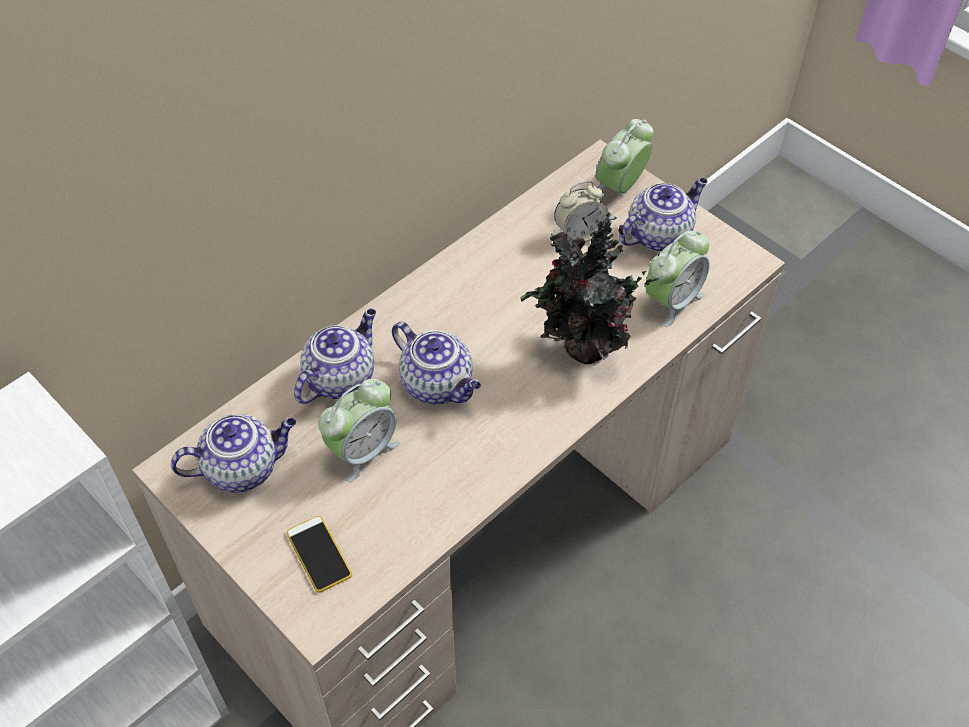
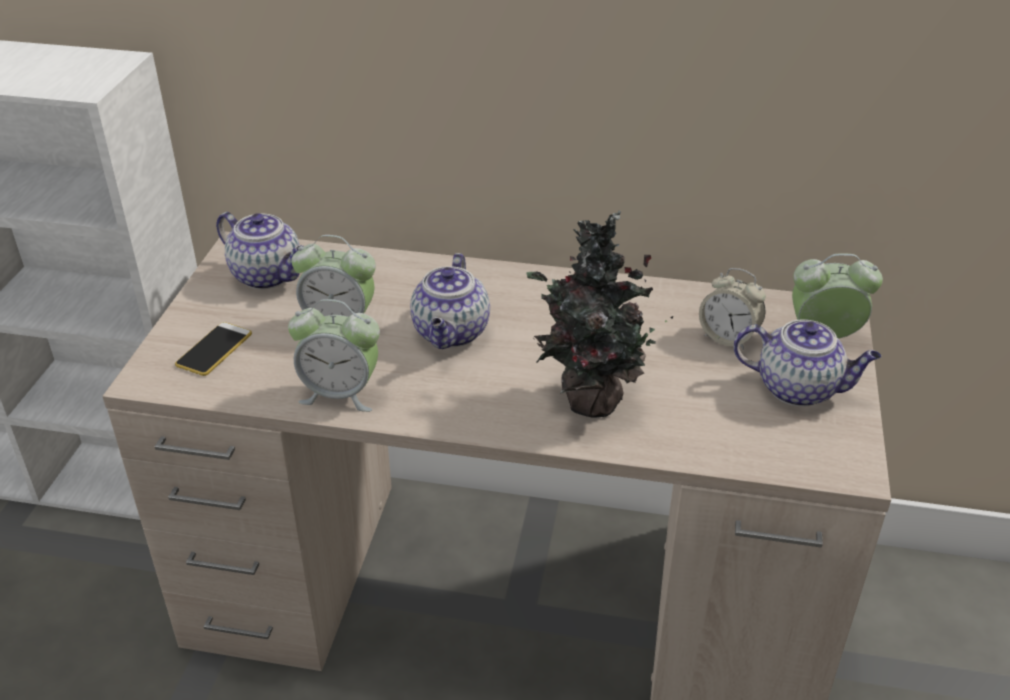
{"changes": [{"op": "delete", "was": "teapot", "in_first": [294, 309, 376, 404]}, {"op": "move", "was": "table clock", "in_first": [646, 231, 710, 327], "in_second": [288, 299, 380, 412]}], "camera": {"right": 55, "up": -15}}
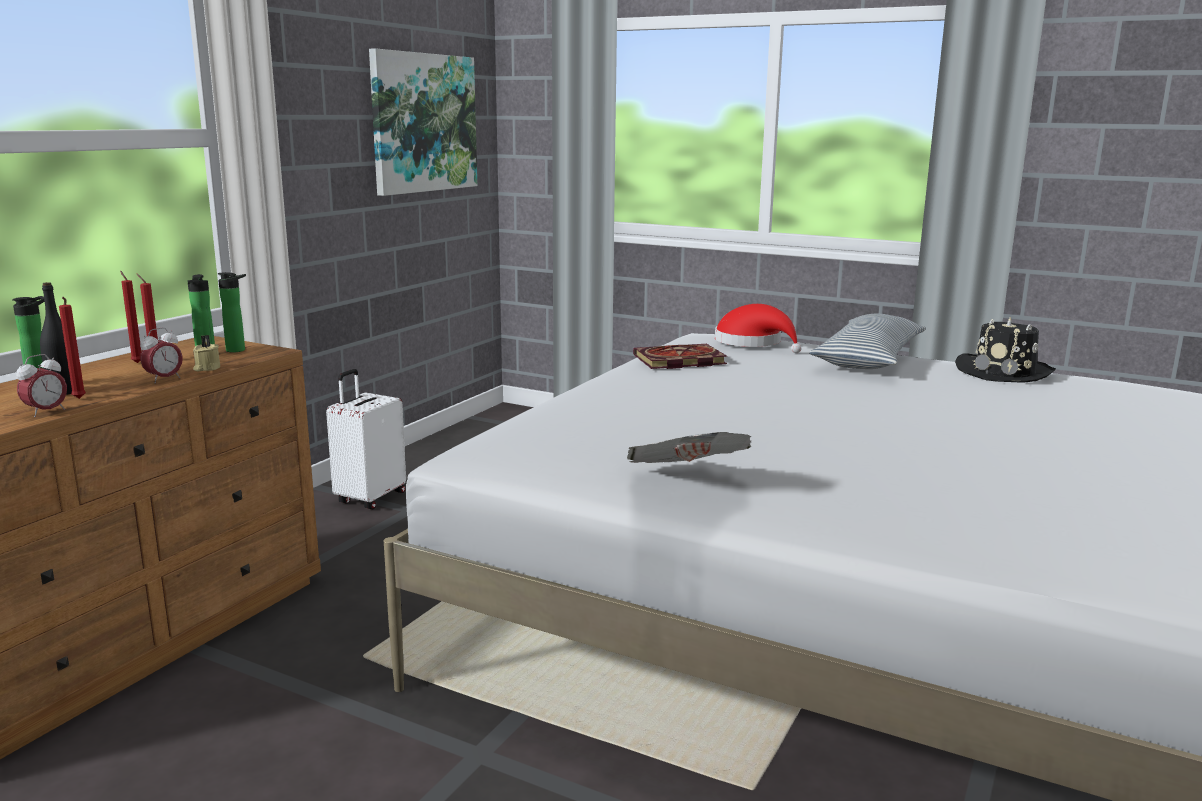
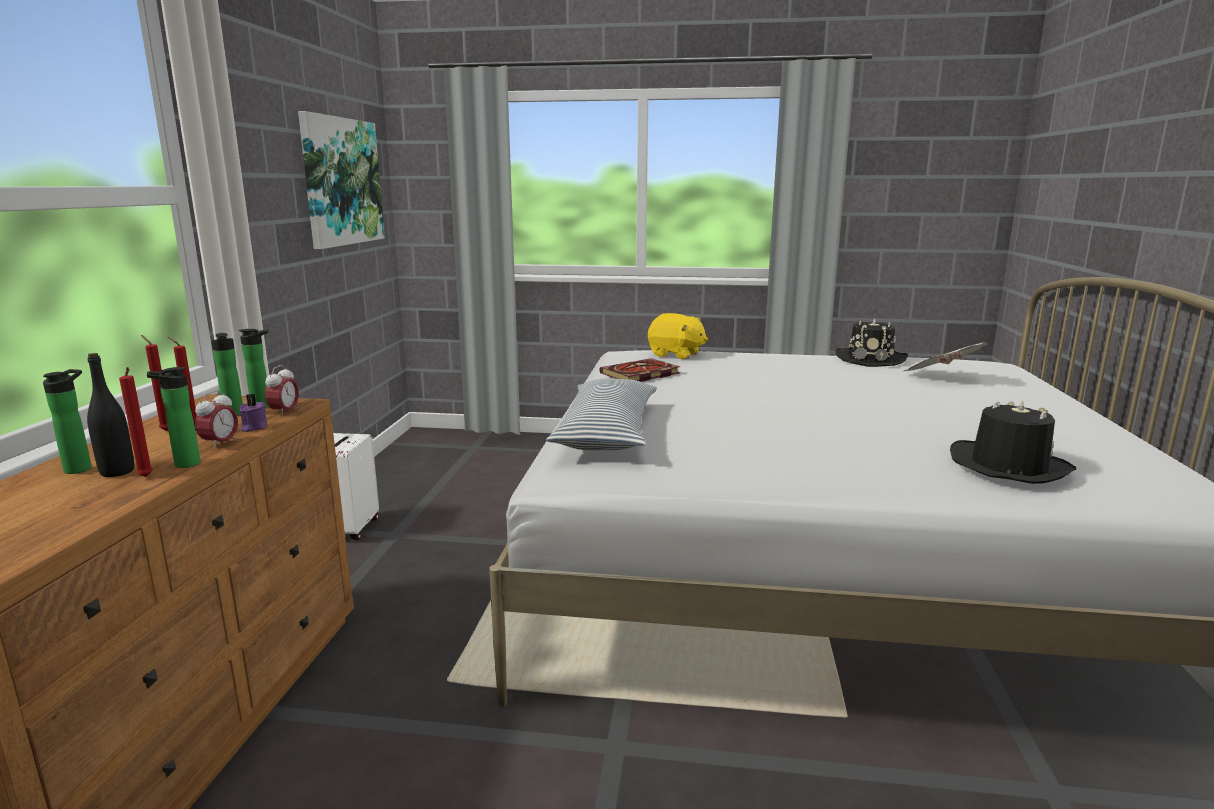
{"changes": [{"op": "insert", "now": "beverage bottle", "in_second": [147, 367, 201, 468]}, {"op": "insert", "now": "clothing hat (black)", "in_second": [950, 400, 1076, 484]}, {"op": "move", "was": "table clock", "in_first": [16, 354, 67, 417], "in_second": [265, 365, 299, 417]}, {"op": "move", "was": "newspaper", "in_first": [627, 432, 751, 463], "in_second": [904, 342, 988, 371]}, {"op": "move", "was": "cushion", "in_first": [809, 314, 926, 369], "in_second": [546, 378, 657, 450]}, {"op": "replace", "was": "clothing hat (reddish)", "now": "cuddly toy (yellow-coloured)", "in_first": [715, 304, 801, 353], "in_second": [648, 313, 708, 359]}, {"op": "recolor", "was": "candle (beige-coloured)", "now": "candle (purple-coloured)", "in_first": [193, 335, 220, 372], "in_second": [239, 394, 267, 432]}], "camera": {"right": -20, "up": 0}}
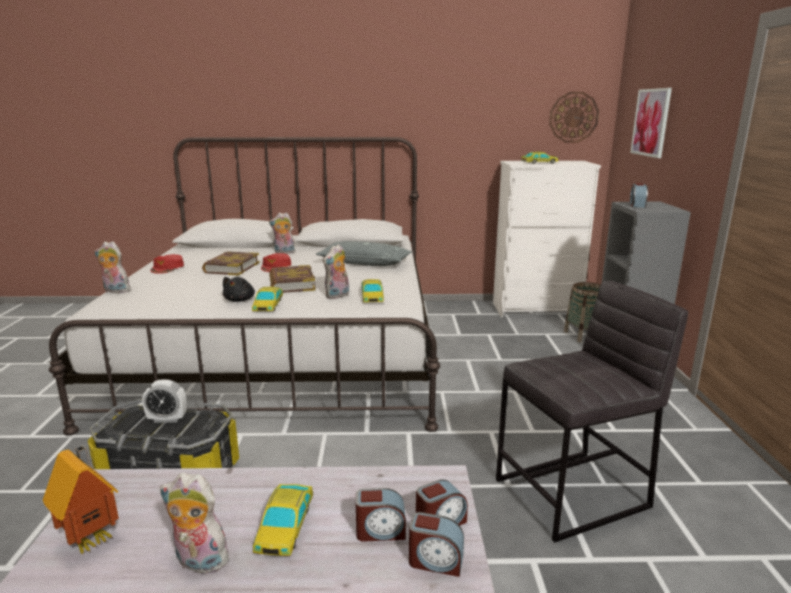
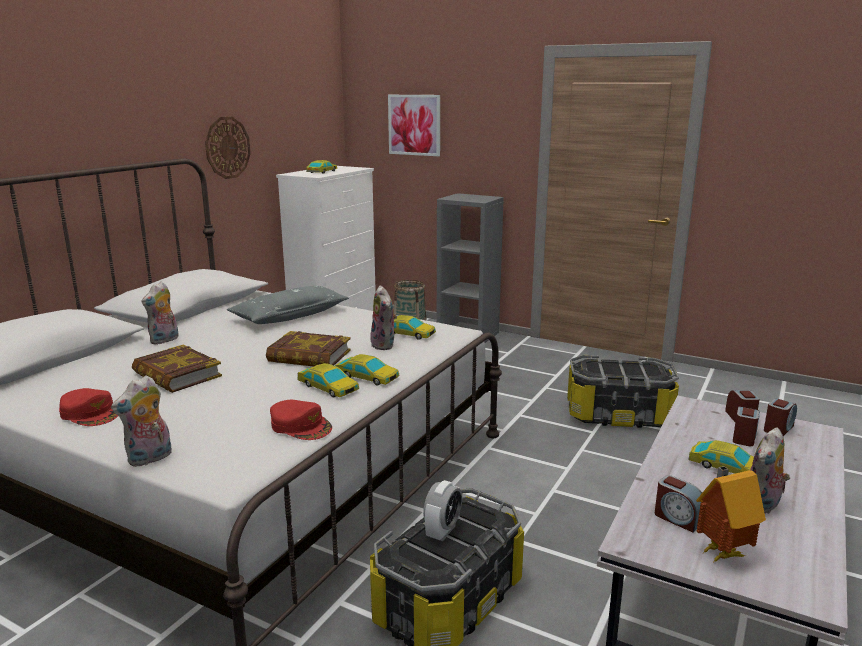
{"changes": [{"op": "move", "was": "peaked cap (reddish)", "in_first": [261, 253, 291, 272], "in_second": [270, 400, 332, 440]}, {"op": "move", "was": "clock on the wall", "in_first": [549, 92, 599, 143], "in_second": [205, 117, 251, 179]}, {"op": "move", "was": "table clock", "in_first": [630, 183, 648, 208], "in_second": [655, 475, 702, 533]}, {"op": "replace", "was": "cuddly toy (black)", "now": "model car", "in_first": [223, 277, 255, 302], "in_second": [297, 363, 359, 397]}, {"op": "replace", "was": "sitting stool (greyish)", "now": "storage container", "in_first": [496, 281, 688, 543], "in_second": [567, 355, 679, 428]}], "camera": {"right": -60, "up": 0}}
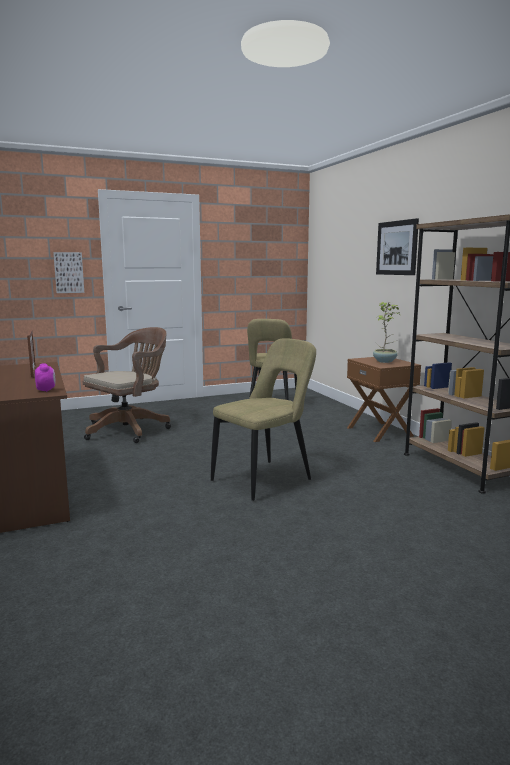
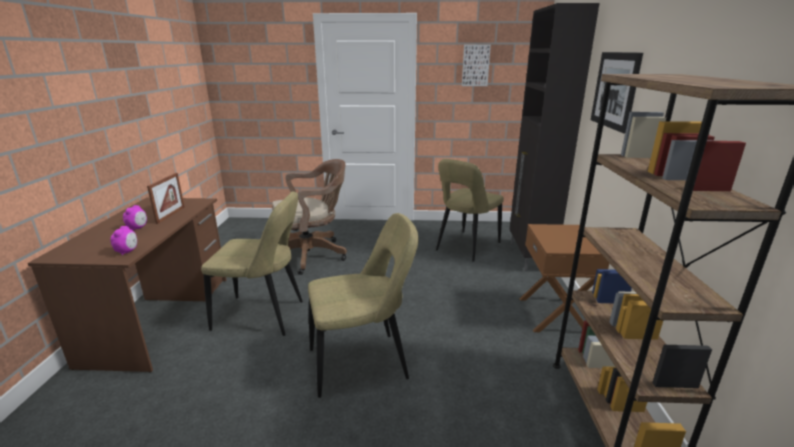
{"changes": [{"op": "delete", "was": "potted plant", "in_first": [373, 302, 400, 363]}, {"op": "insert", "now": "table clock", "in_second": [123, 205, 147, 230]}, {"op": "insert", "now": "upright chair (beige-coloured)", "in_second": [201, 191, 303, 336]}, {"op": "insert", "now": "cabinet (black)", "in_second": [509, 3, 599, 272]}, {"op": "move", "was": "picture", "in_first": [53, 252, 84, 293], "in_second": [462, 45, 491, 86]}], "camera": {"right": 25, "up": 10}}
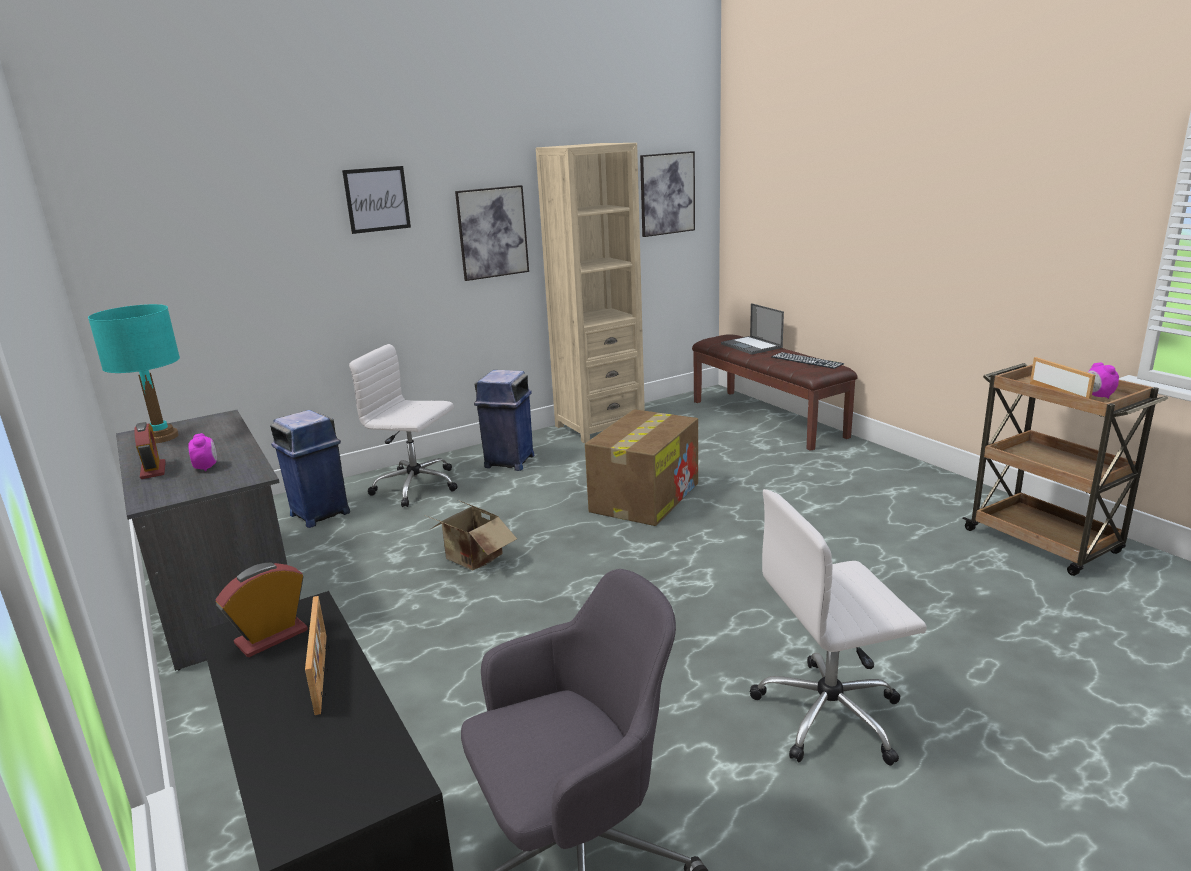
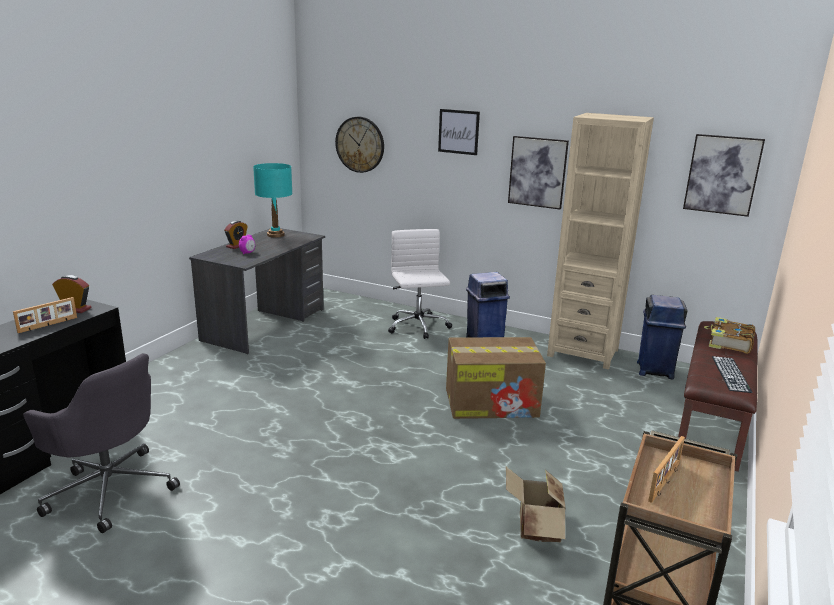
{"changes": [{"op": "delete", "was": "computer chair (white)", "in_first": [750, 489, 927, 766]}, {"op": "delete", "was": "table clock", "in_first": [1087, 363, 1119, 399]}, {"op": "insert", "now": "clock on the wall", "in_second": [335, 117, 384, 173]}, {"op": "move", "was": "waste bin (blue-coloured)", "in_first": [270, 410, 350, 528], "in_second": [637, 295, 688, 380]}, {"op": "move", "was": "cardboard box", "in_first": [427, 500, 517, 571], "in_second": [506, 467, 566, 542]}, {"op": "replace", "was": "notebook computer", "now": "volume", "in_first": [721, 303, 784, 355], "in_second": [704, 317, 755, 354]}], "camera": {"right": 55, "up": 0}}
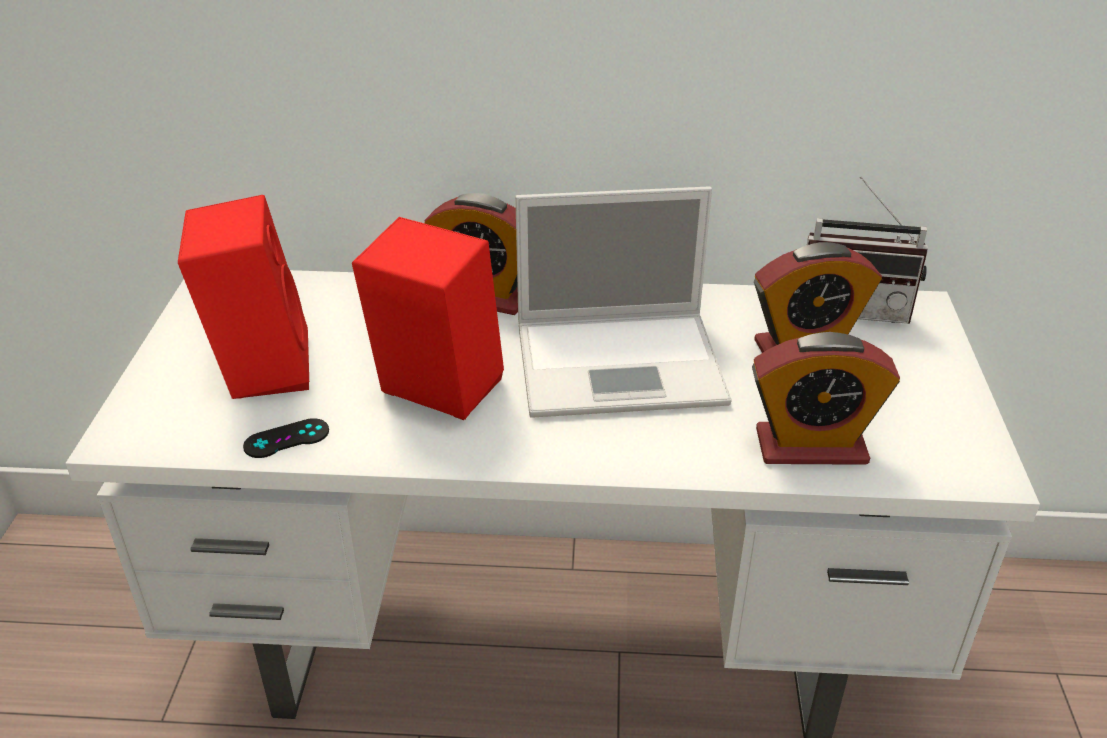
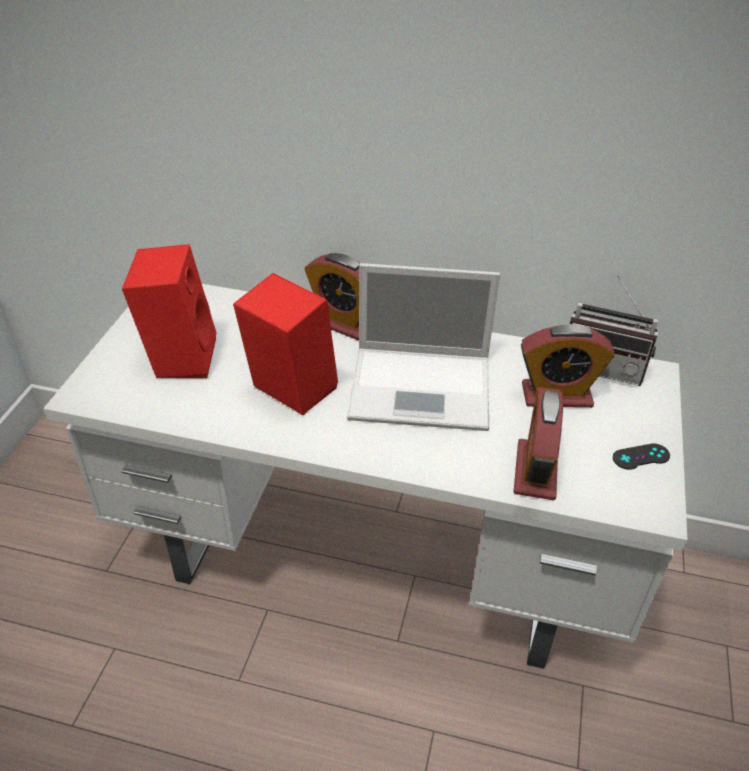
{"changes": [{"op": "move", "was": "game controller (black)", "in_first": [243, 418, 329, 458], "in_second": [613, 443, 670, 470]}, {"op": "rotate", "was": "table clock", "in_first": [752, 332, 900, 465], "in_second": [514, 387, 563, 500], "clockwise": 90}], "camera": {"right": 10, "up": 5}}
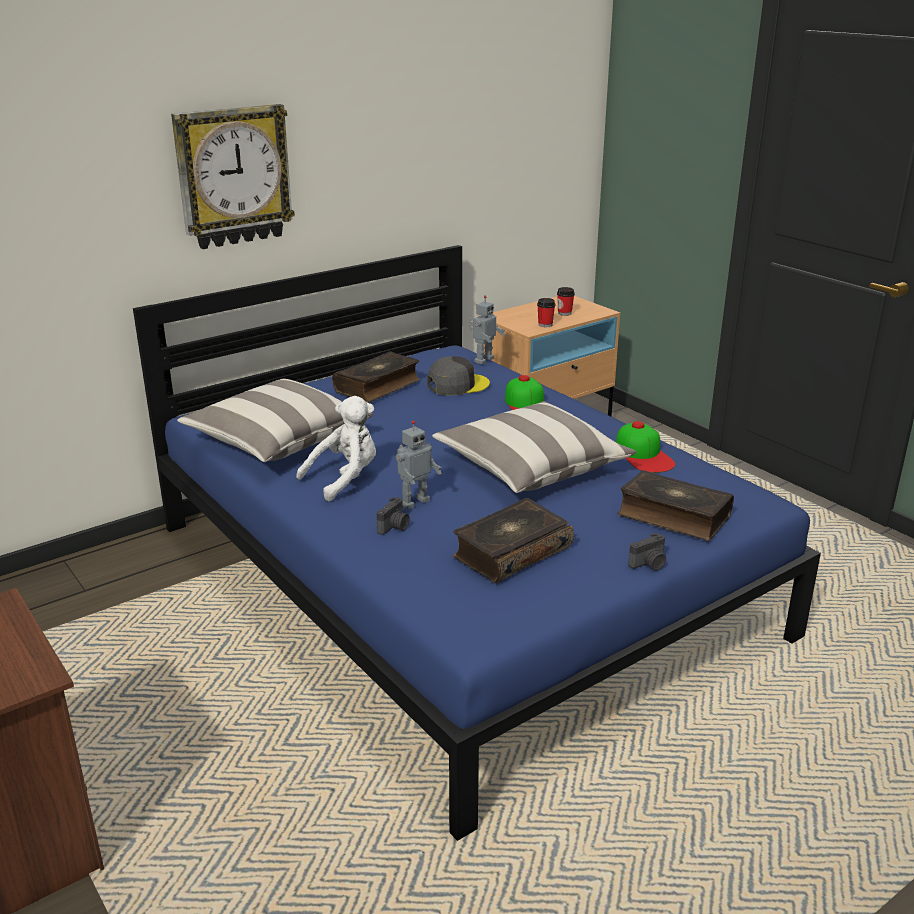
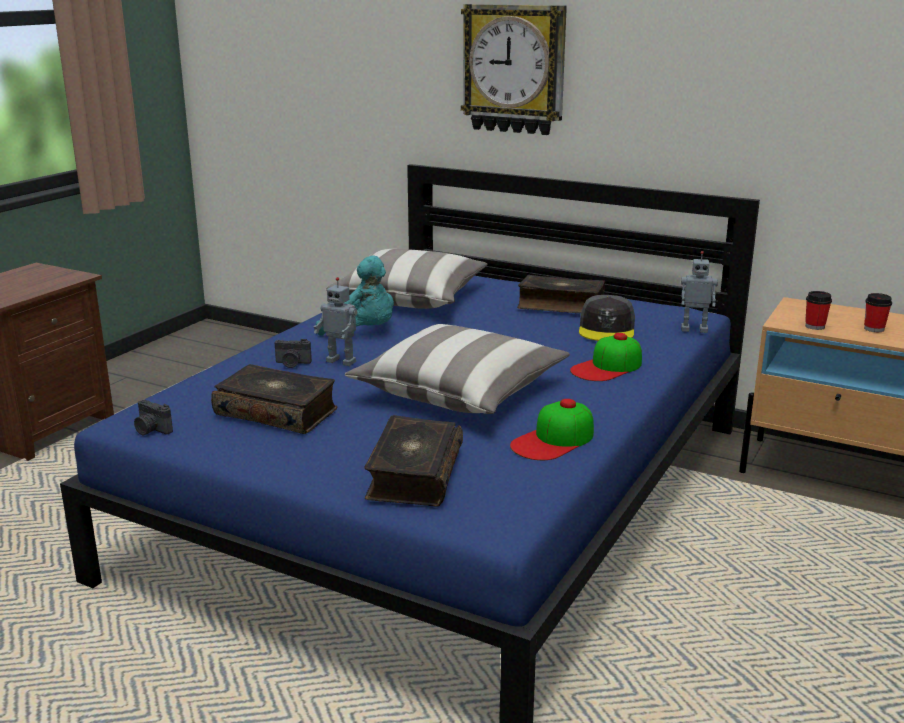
{"changes": [{"op": "move", "was": "still camera", "in_first": [628, 533, 666, 571], "in_second": [134, 400, 173, 436]}, {"op": "recolor", "was": "cuddly toy (white)", "now": "cuddly toy (turquoise-coloured)", "in_first": [296, 396, 376, 502], "in_second": [316, 255, 394, 336]}, {"op": "rotate", "was": "peaked cap (greyish)", "in_first": [427, 356, 490, 395], "in_second": [579, 295, 635, 341], "clockwise": 60}], "camera": {"right": 65, "up": -5}}
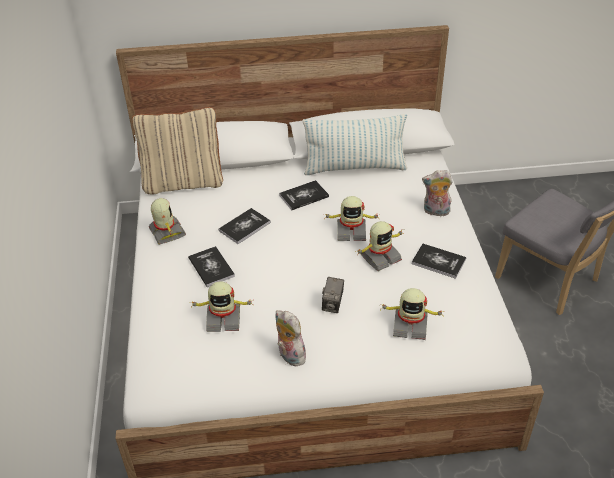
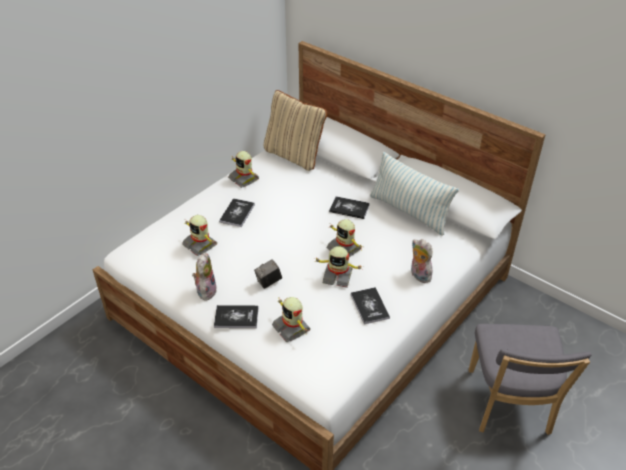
{"changes": [{"op": "move", "was": "volume", "in_first": [219, 208, 271, 244], "in_second": [214, 305, 258, 328]}, {"op": "rotate", "was": "robot figure", "in_first": [149, 198, 186, 245], "in_second": [228, 151, 259, 188], "clockwise": 120}], "camera": {"right": 45, "up": 0}}
